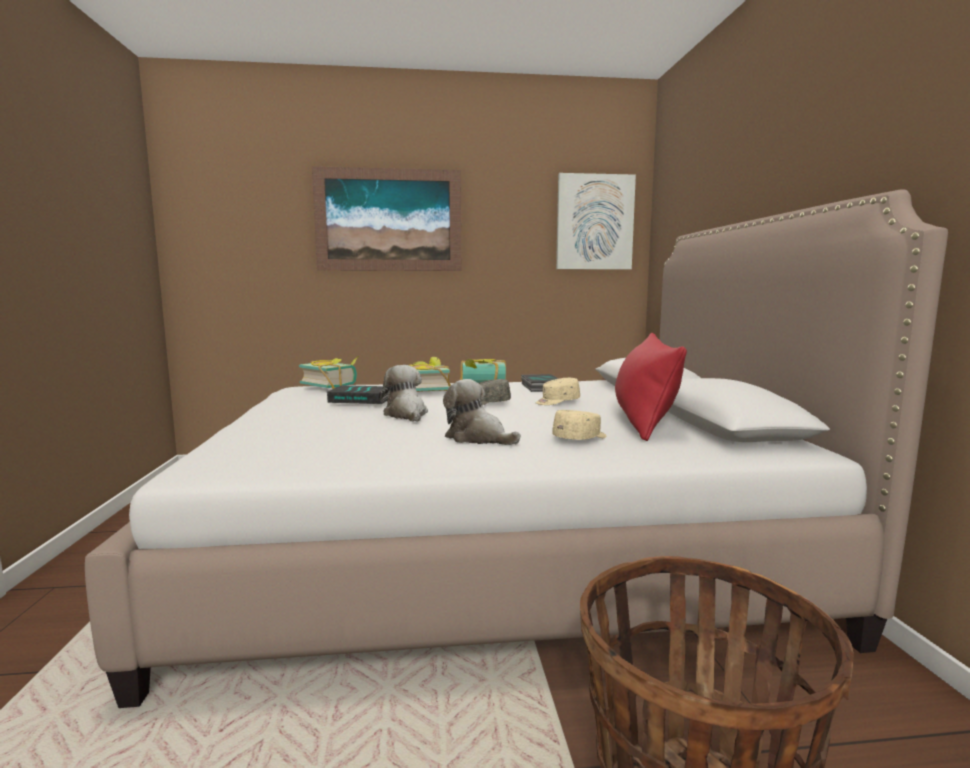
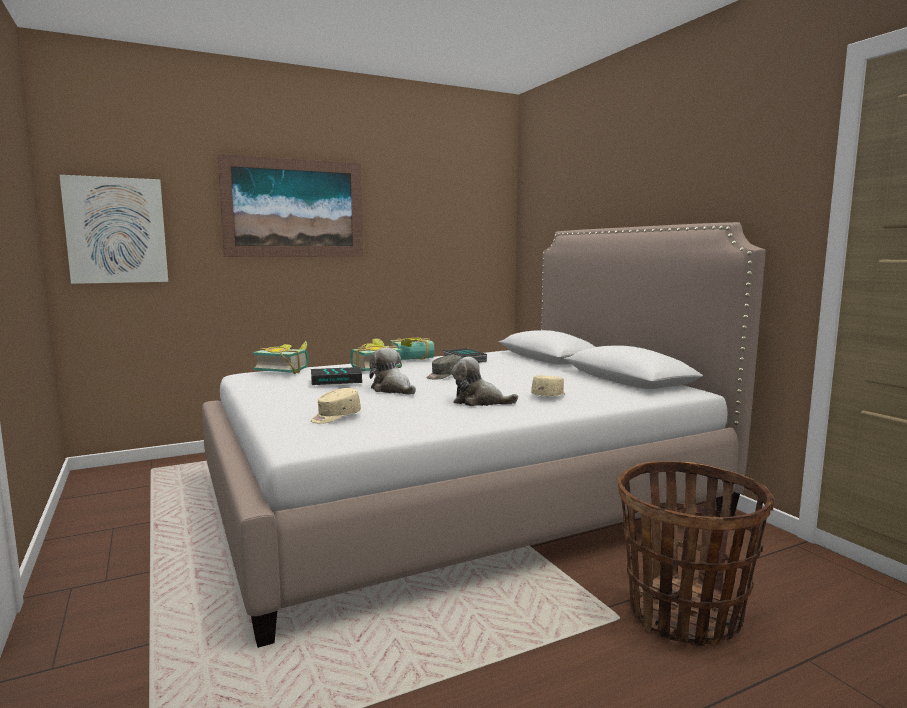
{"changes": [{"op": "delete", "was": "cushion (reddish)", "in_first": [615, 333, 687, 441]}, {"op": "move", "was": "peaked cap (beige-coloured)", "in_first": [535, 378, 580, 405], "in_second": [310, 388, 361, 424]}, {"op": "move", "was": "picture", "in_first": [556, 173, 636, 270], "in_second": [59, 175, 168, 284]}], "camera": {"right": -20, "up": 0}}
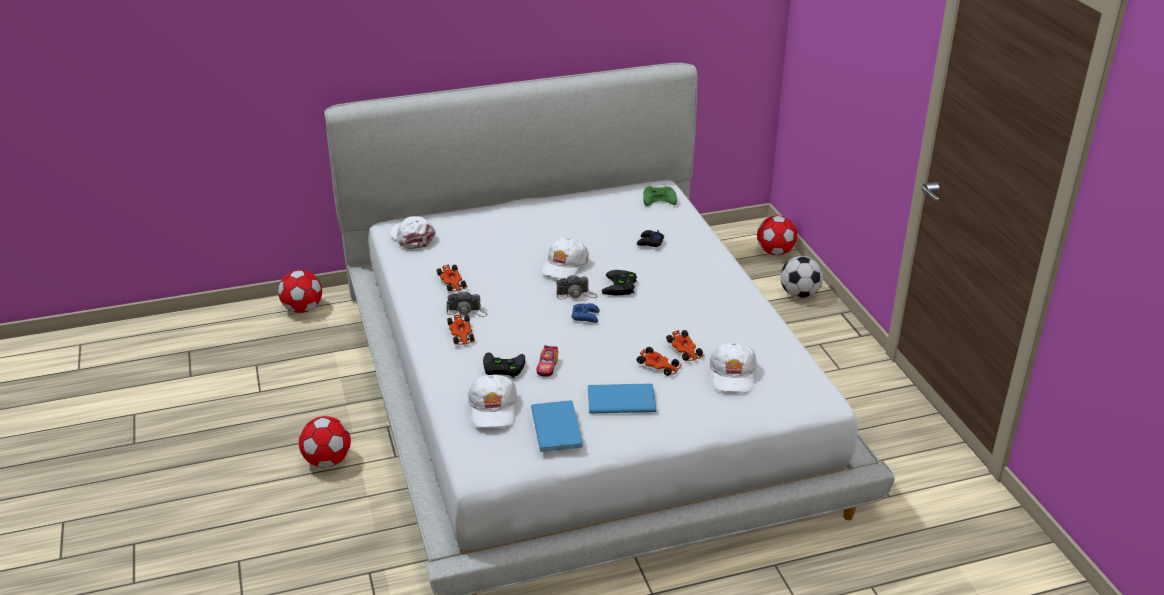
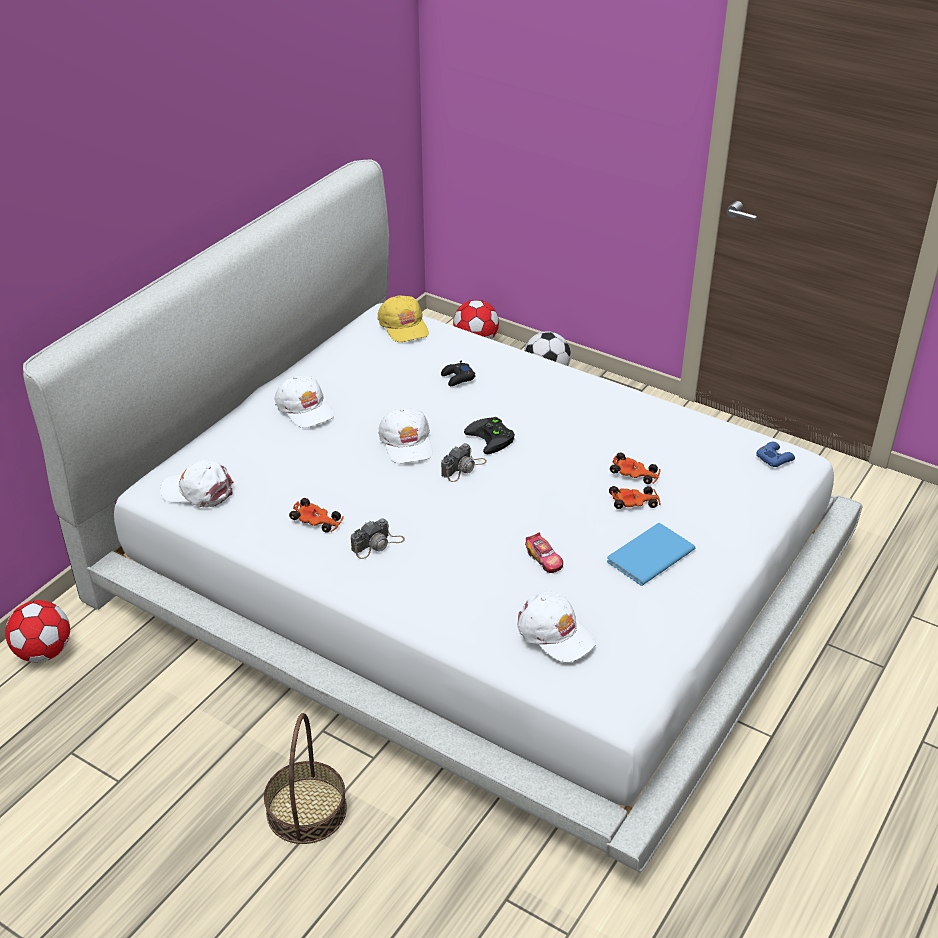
{"changes": [{"op": "delete", "was": "model car", "in_first": [447, 314, 475, 345]}, {"op": "delete", "was": "game controller (black)", "in_first": [483, 352, 525, 378]}, {"op": "delete", "was": "volume (blue-coloured)", "in_first": [531, 400, 583, 452]}, {"op": "move", "was": "game controller (blue-coloured)", "in_first": [572, 303, 600, 323], "in_second": [756, 441, 795, 467]}, {"op": "move", "was": "peaked cap (white)", "in_first": [709, 343, 757, 393], "in_second": [274, 375, 334, 428]}, {"op": "replace", "was": "football ball", "now": "storage basket", "in_first": [299, 416, 351, 468], "in_second": [264, 713, 347, 844]}, {"op": "replace", "was": "game controller (greenish)", "now": "peaked cap (yellow-coloured)", "in_first": [643, 186, 677, 206], "in_second": [378, 295, 429, 342]}], "camera": {"right": -40, "up": 5}}
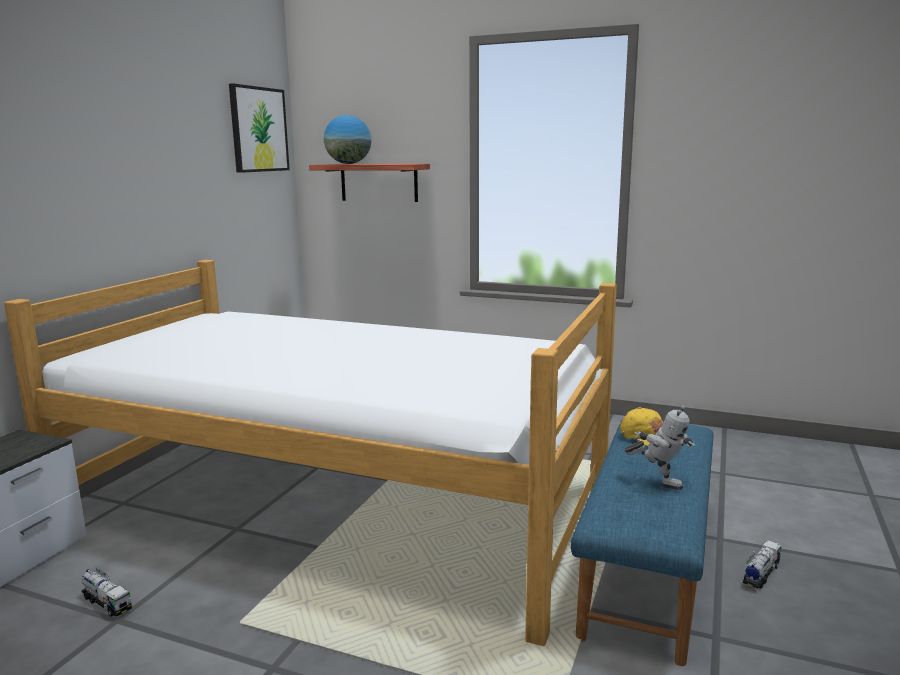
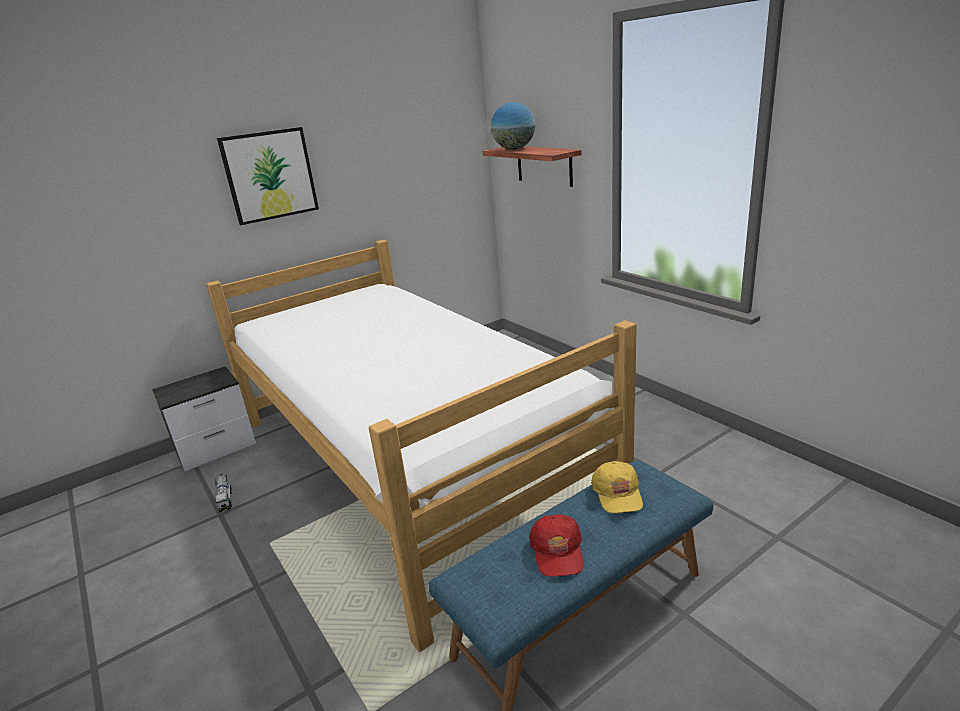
{"changes": [{"op": "delete", "was": "toy lorry", "in_first": [743, 540, 782, 589]}, {"op": "move", "was": "picture", "in_first": [229, 83, 290, 173], "in_second": [217, 127, 319, 225]}, {"op": "replace", "was": "robot figure", "now": "peaked cap (reddish)", "in_first": [624, 406, 695, 490], "in_second": [529, 514, 583, 577]}], "camera": {"right": 35, "up": 10}}
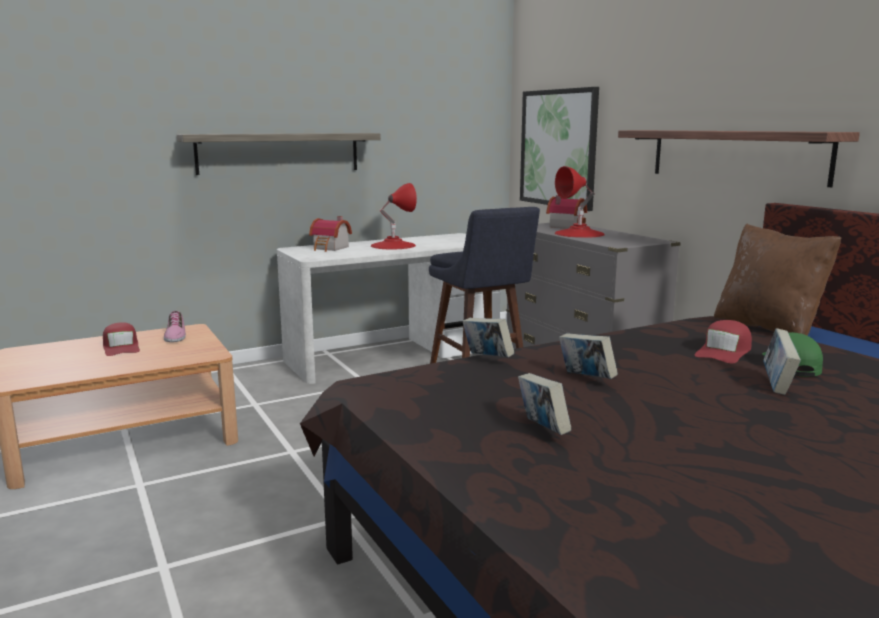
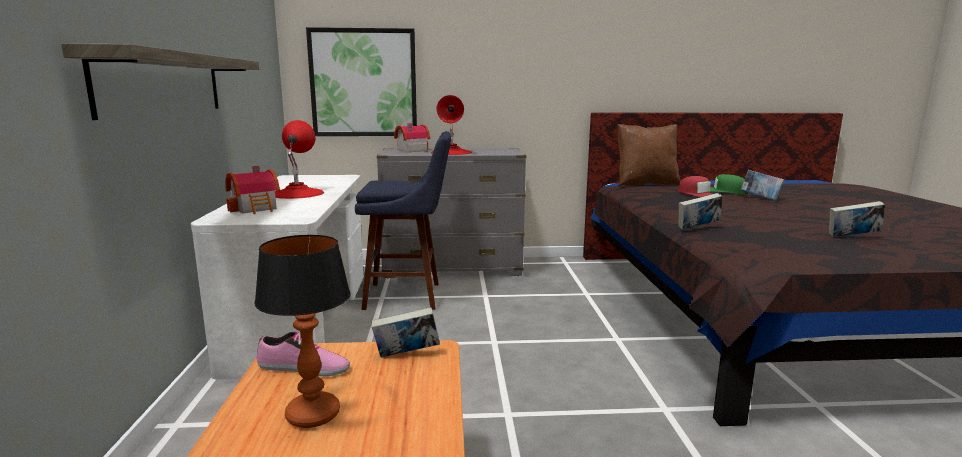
{"changes": [{"op": "delete", "was": "wall shelf", "in_first": [618, 130, 860, 187]}, {"op": "move", "was": "volume", "in_first": [559, 333, 618, 379], "in_second": [371, 307, 440, 358]}, {"op": "replace", "was": "peaked cap (reddish)", "now": "tabletop lamp", "in_first": [103, 322, 140, 356], "in_second": [254, 235, 351, 428]}], "camera": {"right": -65, "up": 0}}
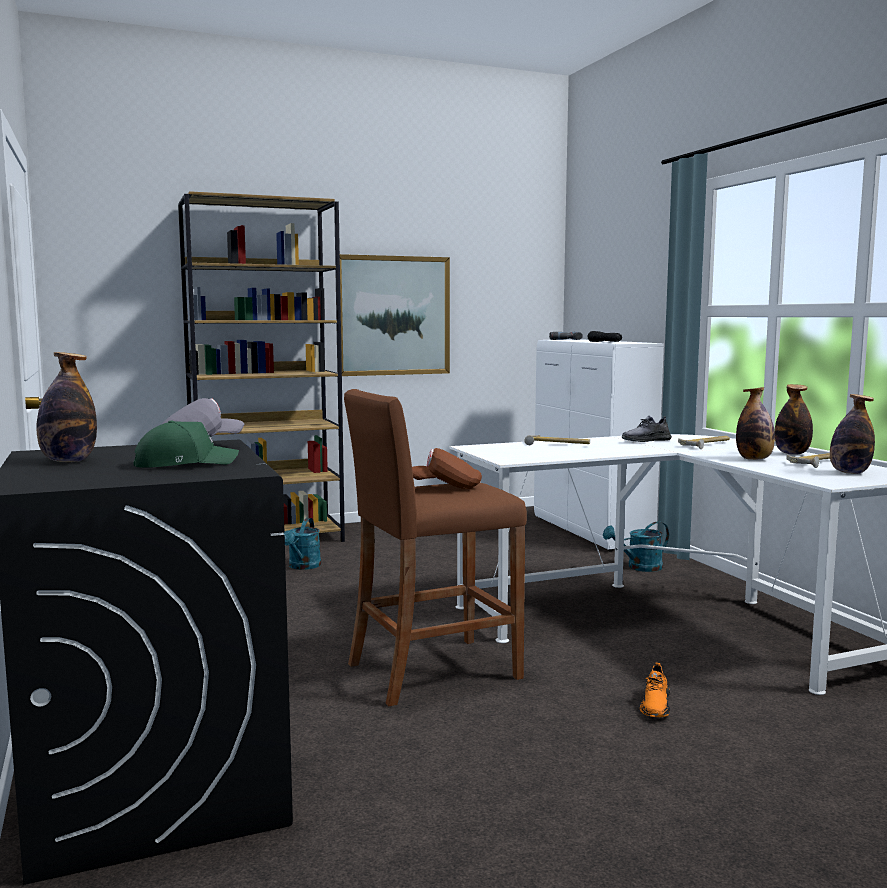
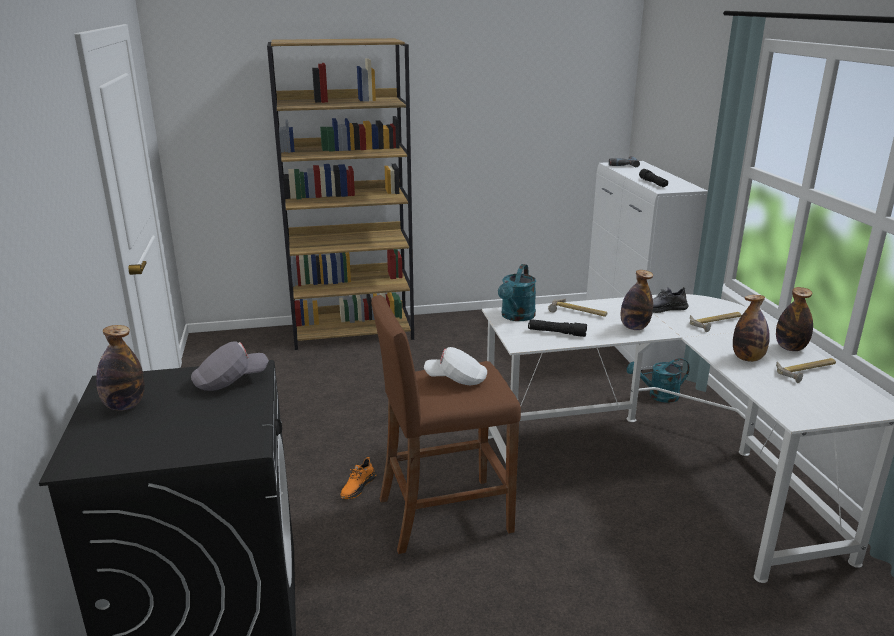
{"changes": [{"op": "delete", "was": "peaked cap (greenish)", "in_first": [134, 421, 239, 468]}, {"op": "delete", "was": "picture", "in_first": [335, 254, 450, 376]}, {"op": "insert", "now": "flashlight (black)", "in_second": [528, 319, 587, 337]}, {"op": "move", "was": "watering can (turquoise-coloured)", "in_first": [283, 518, 321, 570], "in_second": [498, 264, 536, 321]}, {"op": "move", "was": "item of footwear (orange-coloured)", "in_first": [640, 663, 670, 717], "in_second": [340, 457, 377, 499]}, {"op": "move", "was": "beverage bottle", "in_first": [830, 394, 875, 474], "in_second": [621, 270, 653, 330]}, {"op": "recolor", "was": "peaked cap (brown-coloured)", "now": "peaked cap (white)", "in_first": [412, 448, 482, 489], "in_second": [424, 347, 487, 385]}], "camera": {"right": 10, "up": 15}}
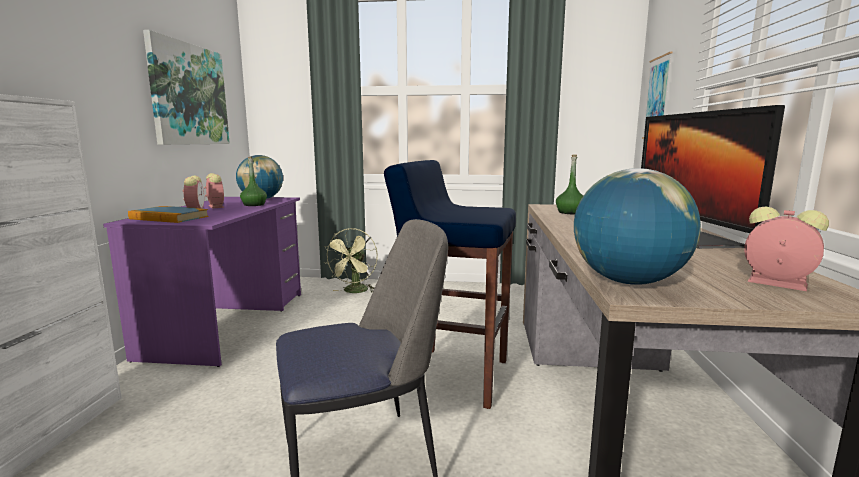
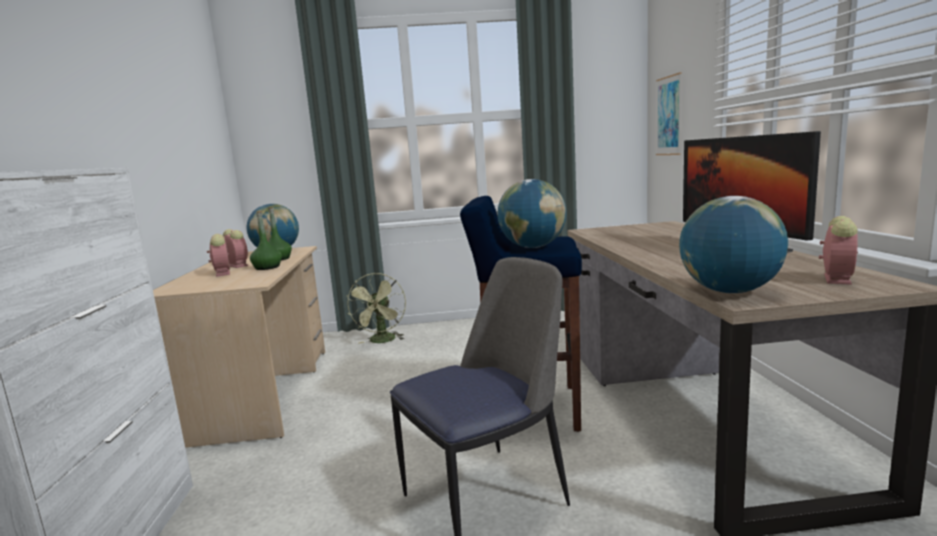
{"changes": [{"op": "delete", "was": "volume", "in_first": [128, 206, 208, 223]}, {"op": "delete", "was": "picture", "in_first": [143, 30, 230, 145]}, {"op": "insert", "now": "globe", "in_second": [497, 179, 566, 248]}, {"op": "move", "was": "beverage bottle (greenish)", "in_first": [556, 154, 583, 214], "in_second": [250, 210, 282, 270]}, {"op": "recolor", "was": "desk table (purple-coloured)", "now": "desk table (beige-coloured)", "in_first": [103, 197, 301, 367], "in_second": [153, 246, 325, 448]}, {"op": "rotate", "was": "table clock", "in_first": [744, 206, 829, 291], "in_second": [819, 216, 858, 285], "clockwise": 90}], "camera": {"right": -10, "up": 0}}
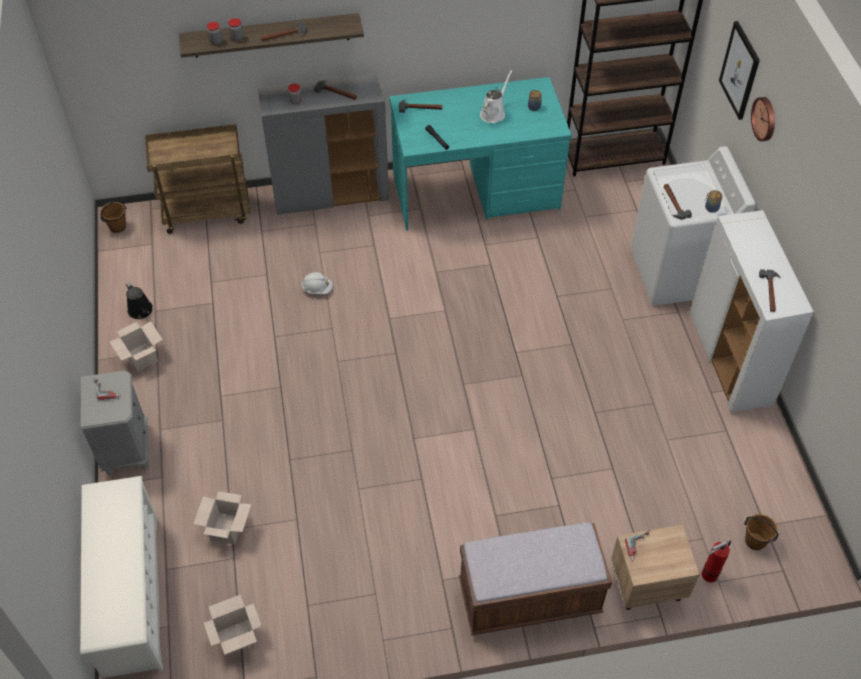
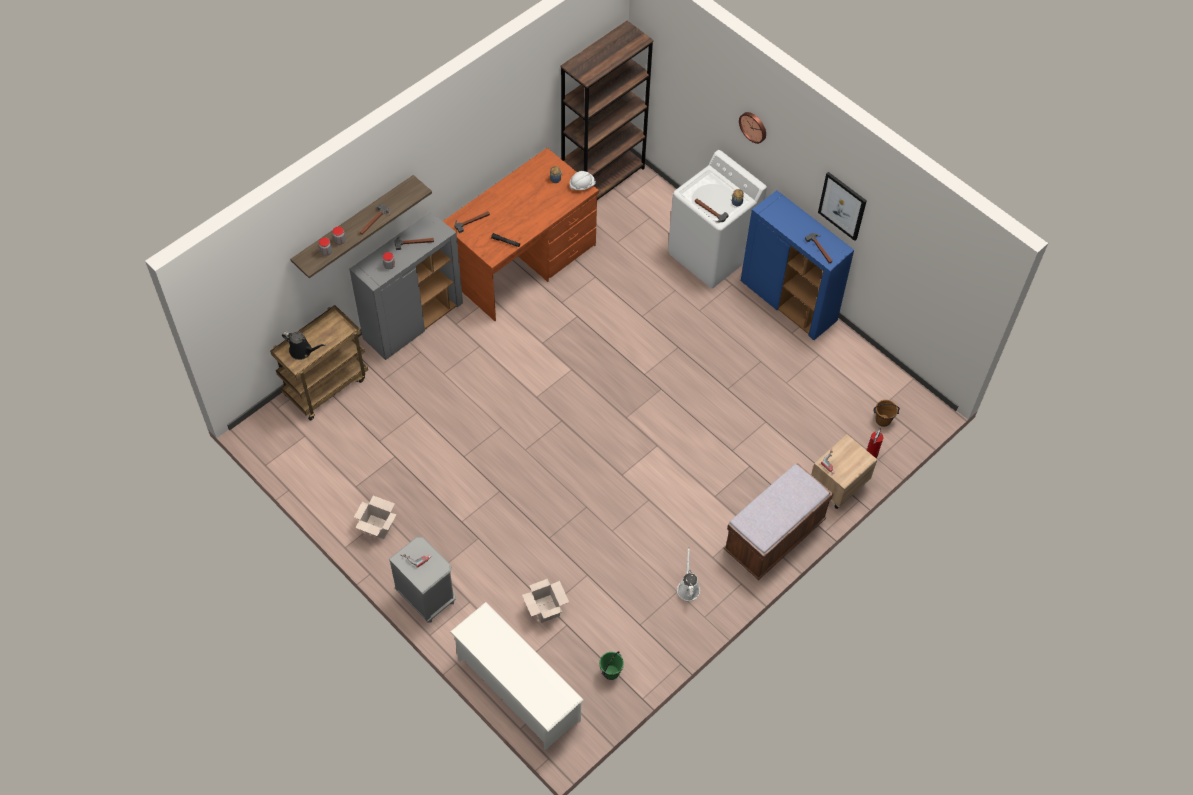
{"changes": [{"op": "delete", "was": "water bucket (brown-coloured)", "in_first": [100, 201, 127, 233]}, {"op": "move", "was": "watering can (black)", "in_first": [126, 282, 153, 319], "in_second": [282, 331, 325, 360]}, {"op": "move", "was": "safety helmet (white)", "in_first": [301, 272, 333, 294], "in_second": [569, 171, 596, 190]}, {"op": "move", "was": "watering can (white)", "in_first": [480, 70, 513, 123], "in_second": [677, 548, 700, 601]}, {"op": "move", "was": "picture", "in_first": [719, 21, 760, 120], "in_second": [818, 172, 867, 241]}, {"op": "replace", "was": "cardboard box", "now": "water bucket (greenish)", "in_first": [204, 595, 262, 655], "in_second": [599, 651, 624, 680]}, {"op": "recolor", "was": "desk table (turquoise-coloured)", "now": "desk table (brown-coloured)", "in_first": [389, 77, 572, 231], "in_second": [443, 148, 599, 321]}, {"op": "recolor", "was": "cabinet (white)", "now": "cabinet (blue-coloured)", "in_first": [690, 210, 814, 412], "in_second": [741, 190, 854, 340]}], "camera": {"right": -35, "up": 5}}
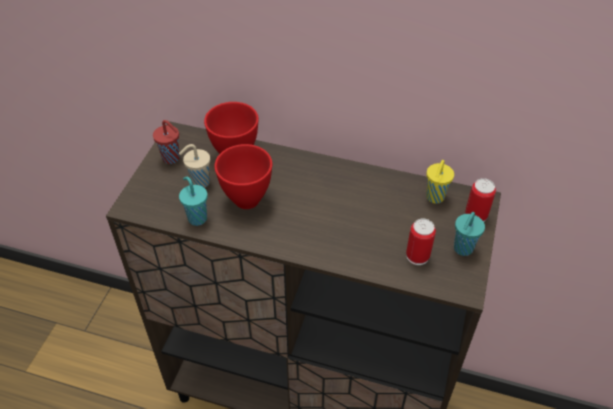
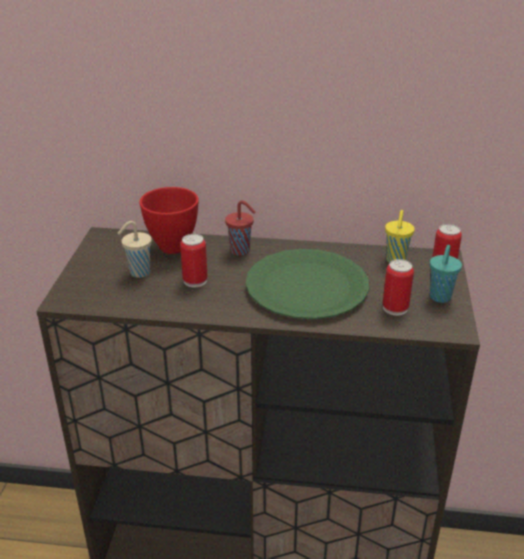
{"changes": [{"op": "delete", "was": "drinking cup (turquoise-coloured)", "in_first": [179, 177, 208, 226]}, {"op": "insert", "now": "dinner plate (greenish)", "in_second": [246, 249, 369, 319]}, {"op": "move", "was": "drinking cup (reddish)", "in_first": [153, 120, 180, 164], "in_second": [225, 201, 256, 256]}, {"op": "replace", "was": "bowl (reddish)", "now": "can", "in_first": [214, 144, 272, 209], "in_second": [180, 234, 208, 287]}], "camera": {"right": -10, "up": -15}}
